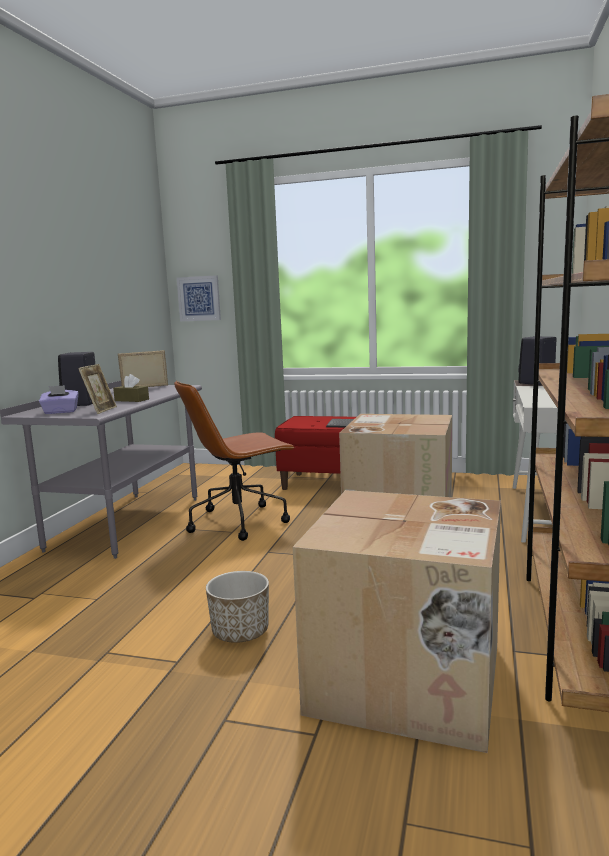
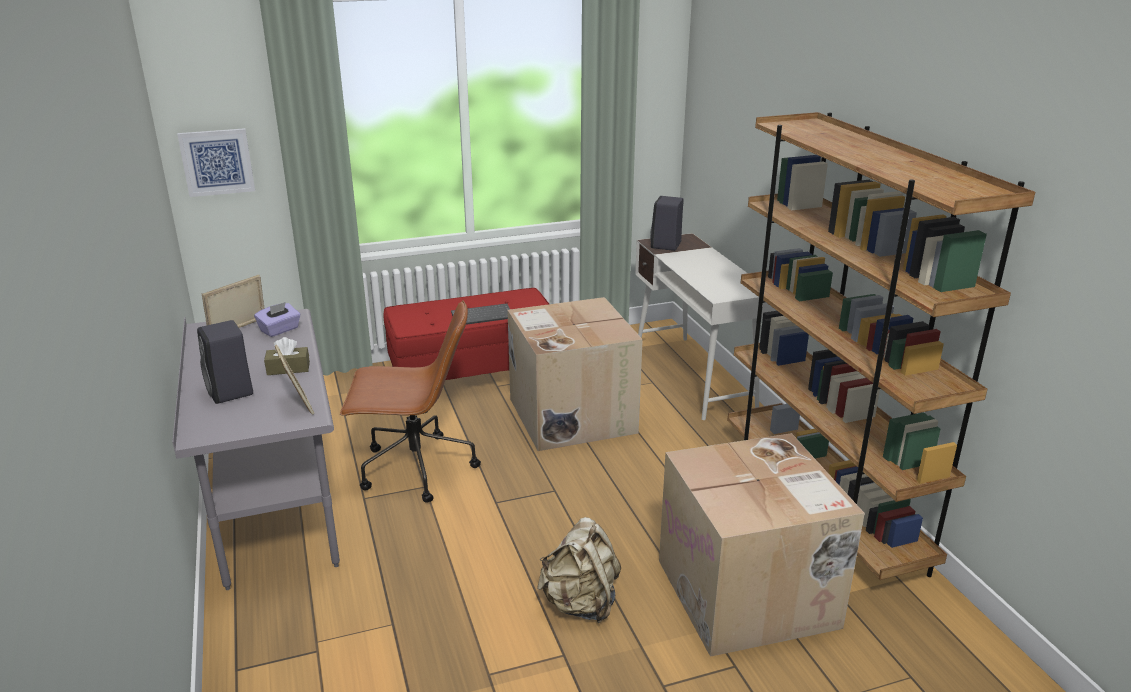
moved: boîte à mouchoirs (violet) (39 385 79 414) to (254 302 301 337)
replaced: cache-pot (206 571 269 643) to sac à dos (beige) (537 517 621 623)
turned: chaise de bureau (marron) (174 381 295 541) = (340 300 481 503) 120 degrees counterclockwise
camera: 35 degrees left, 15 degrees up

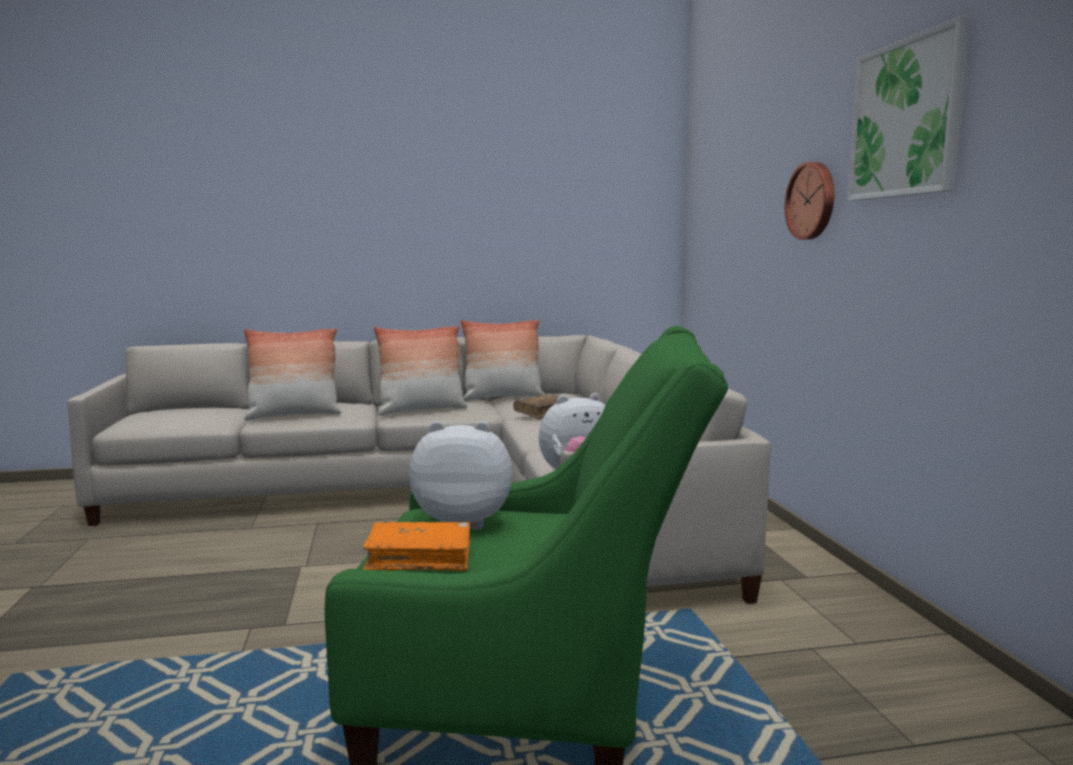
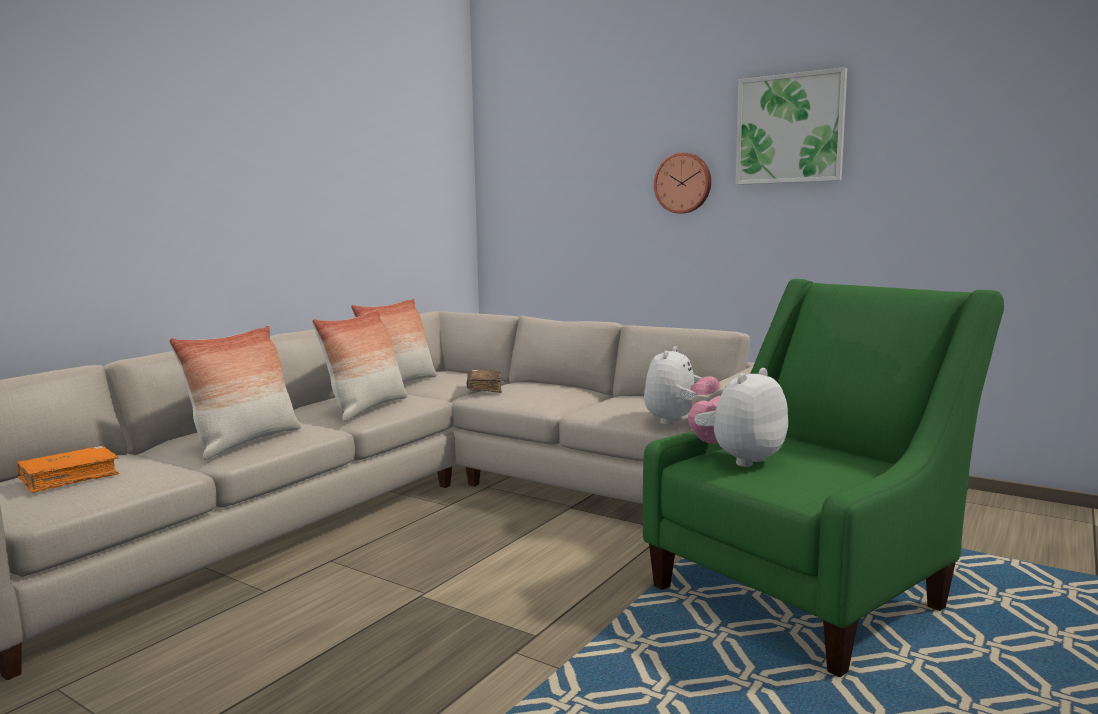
moved: livre (orange) (363 522 471 571) to (17 446 119 493)
camera: 45 degrees left, 0 degrees up

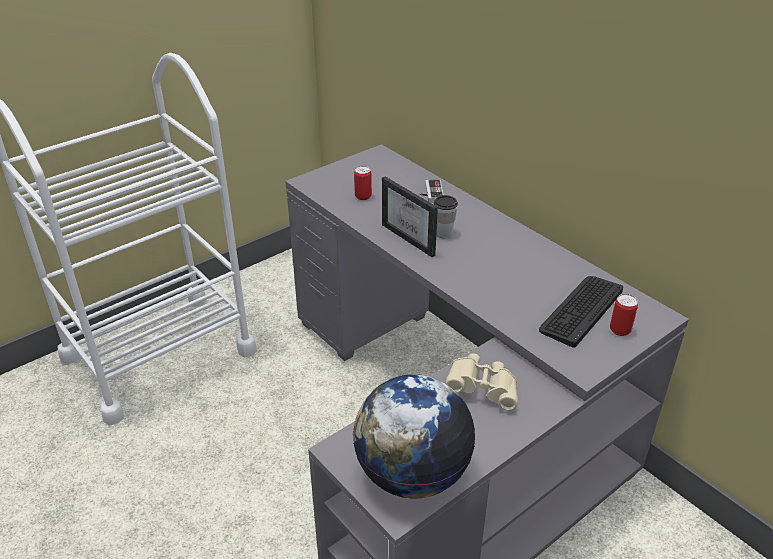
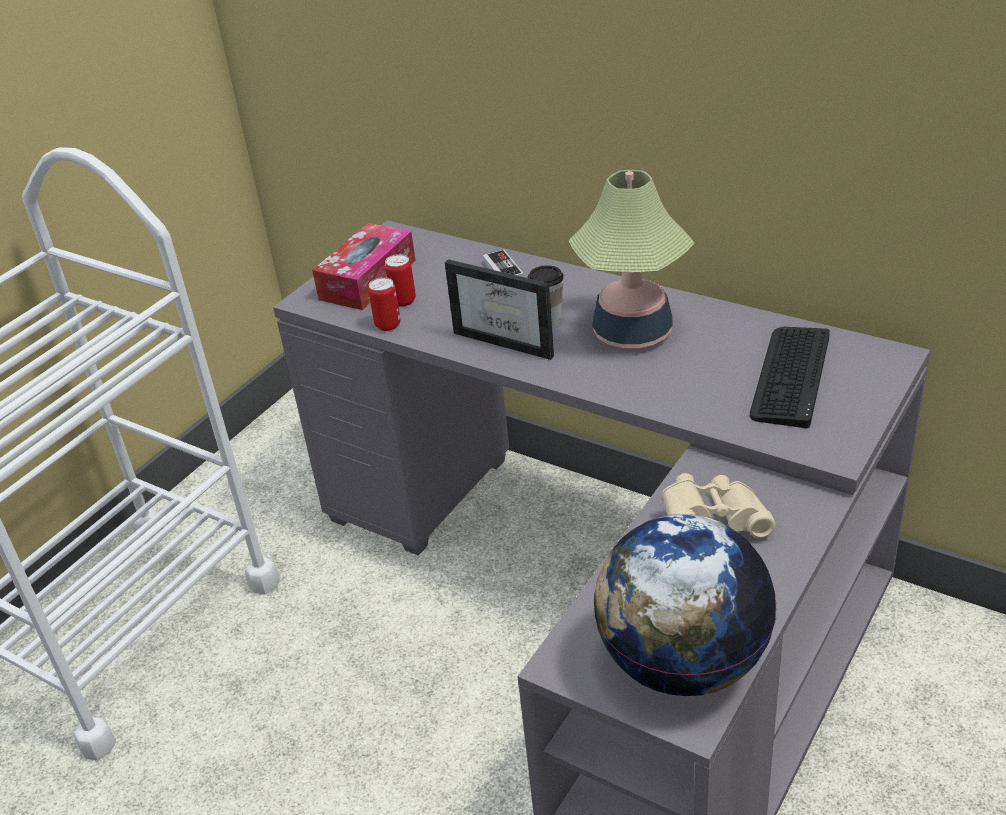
added: boîte à mouchoirs (312 223 416 310); lampe de table (568 170 694 348)
moved: boîte métallique (610 294 638 336) to (368 277 400 331)
camera: 15 degrees left, 0 degrees up

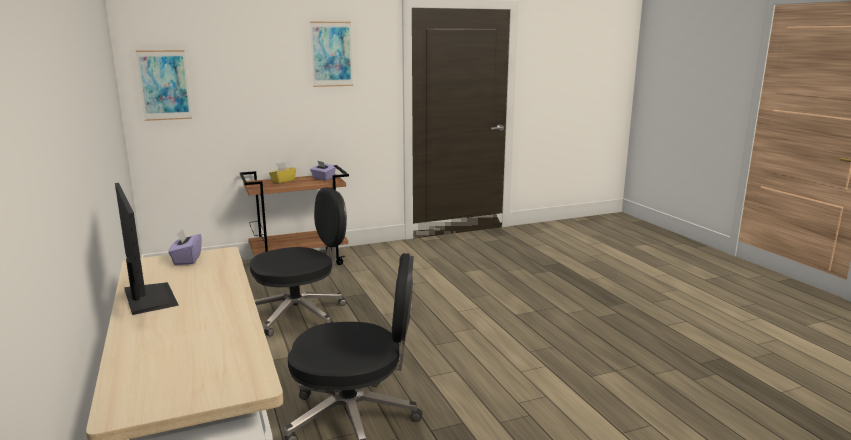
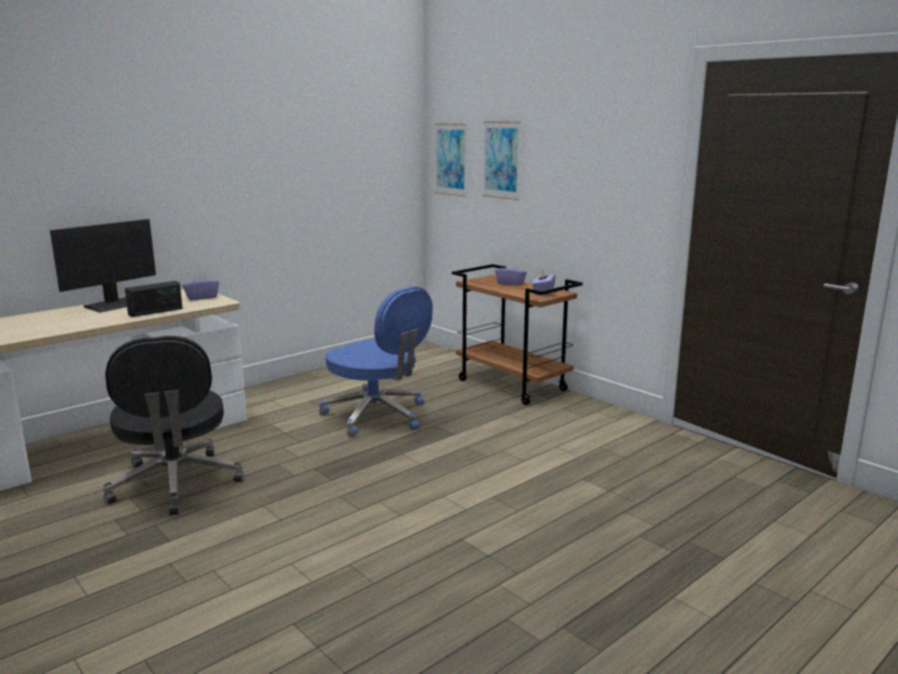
added: radio (125 281 183 317)
moved: tableau (310 22 353 87) to (483 121 521 200)
recoloured: chaise de bureau (noir) (250 187 347 337) to chaise de bureau (bleu) (319 286 433 437); boîte à mouchoirs (jaune) (269 162 296 183) to boîte à mouchoirs (violet) (495 261 527 286)
camera: 70 degrees right, 0 degrees up

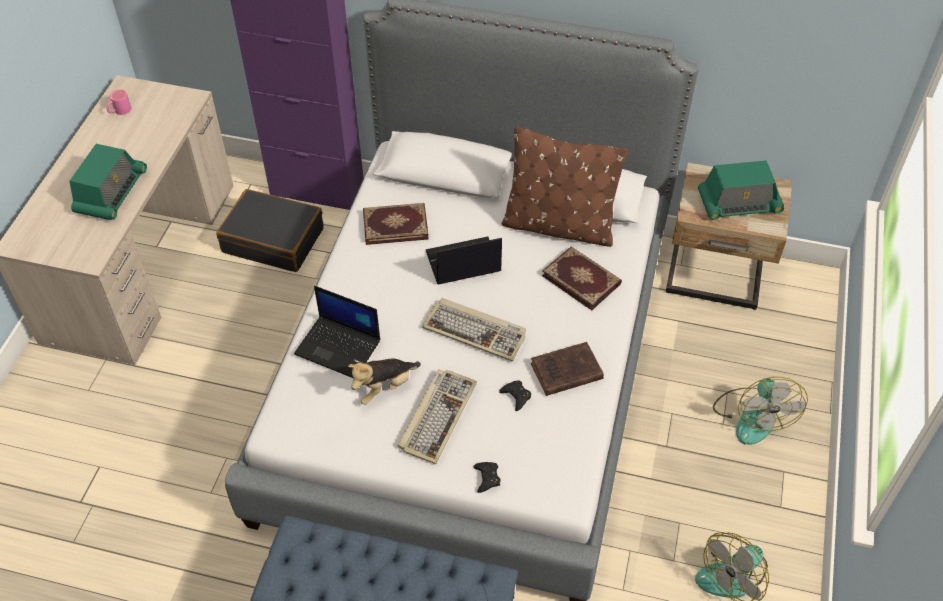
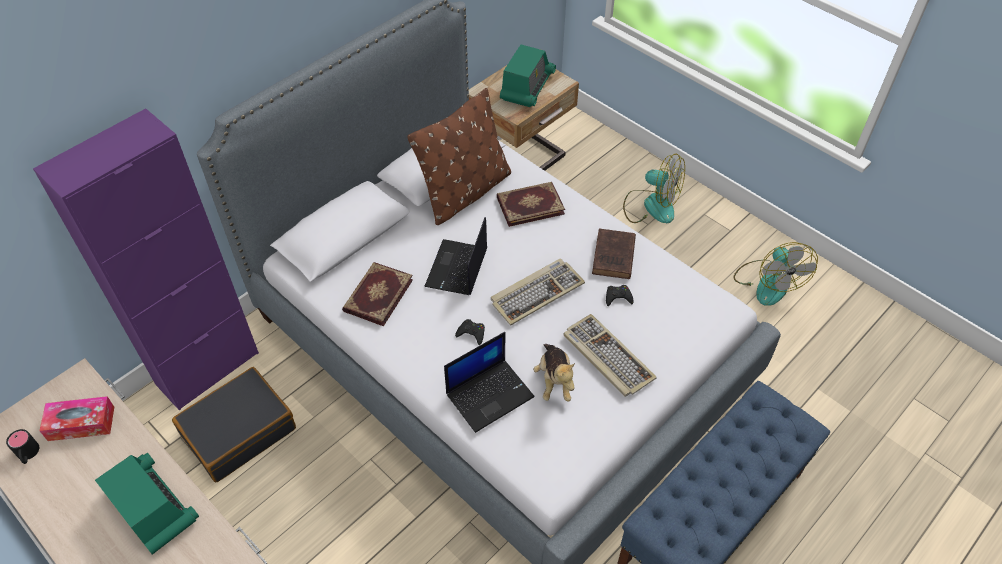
added: boîte à mouchoirs (39 396 114 441)
moved: manette (noir) (474 462 500 493) to (455 319 485 345)
recoloured: mug (rose) (106 90 131 115) to mug (noir) (6 429 39 464)
camera: 60 degrees left, 0 degrees up

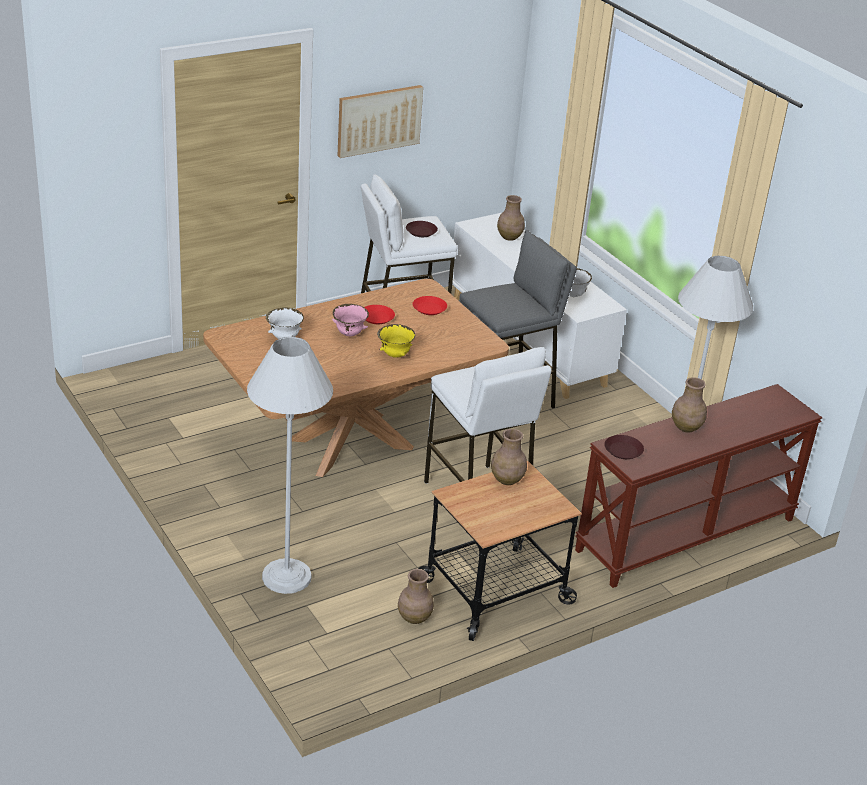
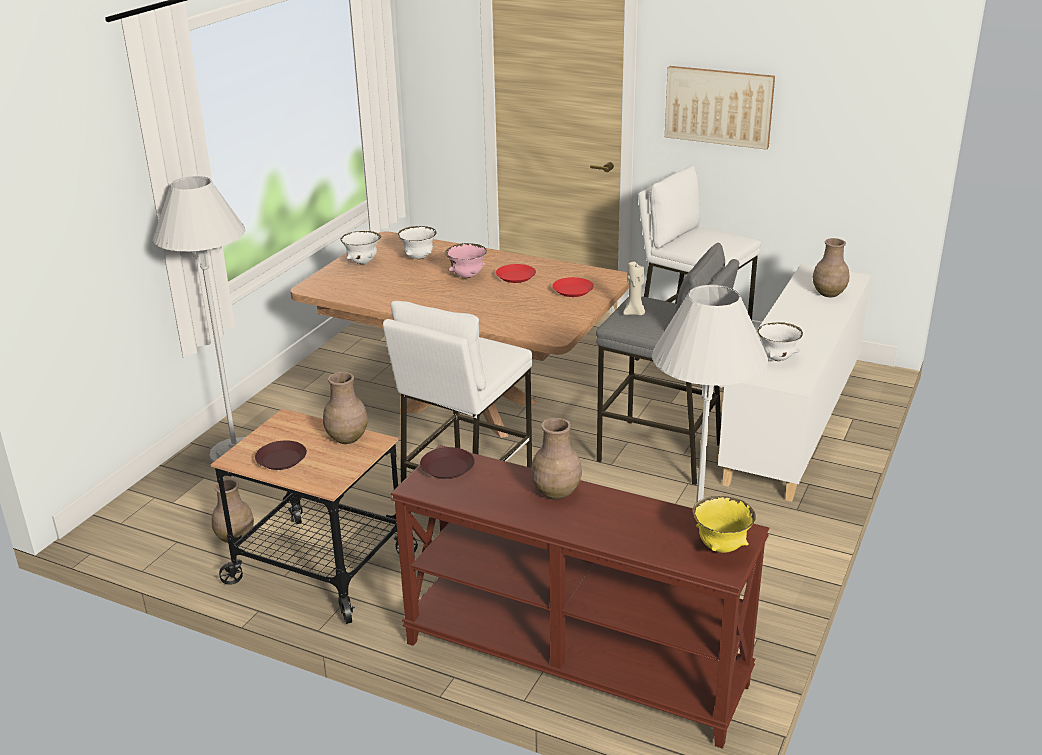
added: bol (blanc) (341 231 381 264); bougie (beige) (623 262 645 315)
moved: assiette (marron) (406 221 438 237) to (255 440 307 470); bol (jaune) (377 324 415 358) to (693 496 756 553)
camera: 60 degrees right, 5 degrees down

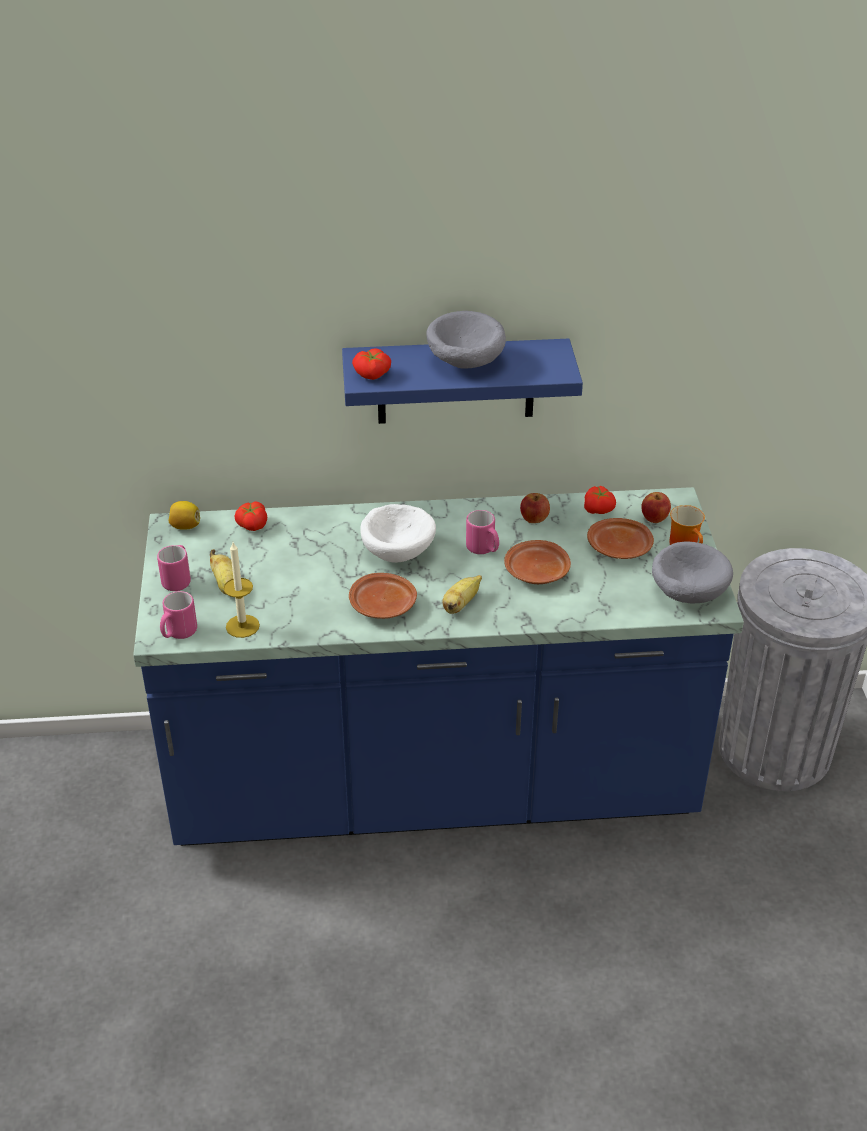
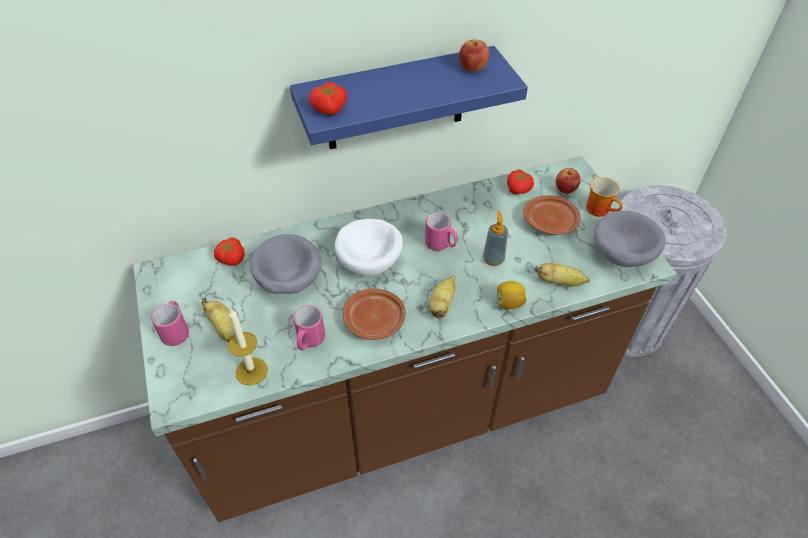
added: banane (535 263 590 287)
moved: bol (gris) (426 311 506 369) to (250 234 321 294); mug (rose) (160 591 197 639) to (293 305 325 351); pomme (520 493 550 523) to (459 39 489 72); citron (168 501 200 530) to (497 281 526 309)
replaced: assiette (marron) (504 540 571 584) to distributeur de savon (483 210 508 266)
recoloured: comptoir de cuisine (bleu) (133 487 744 846) to comptoir de cuisine (marron) (133 156 677 522)
camera: 15 degrees left, 10 degrees up

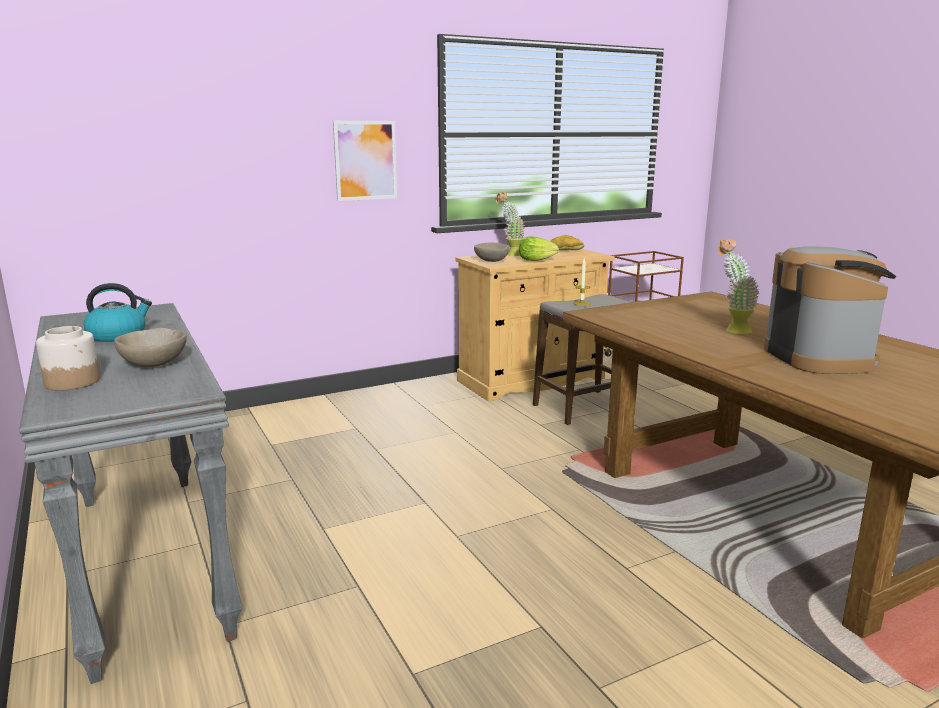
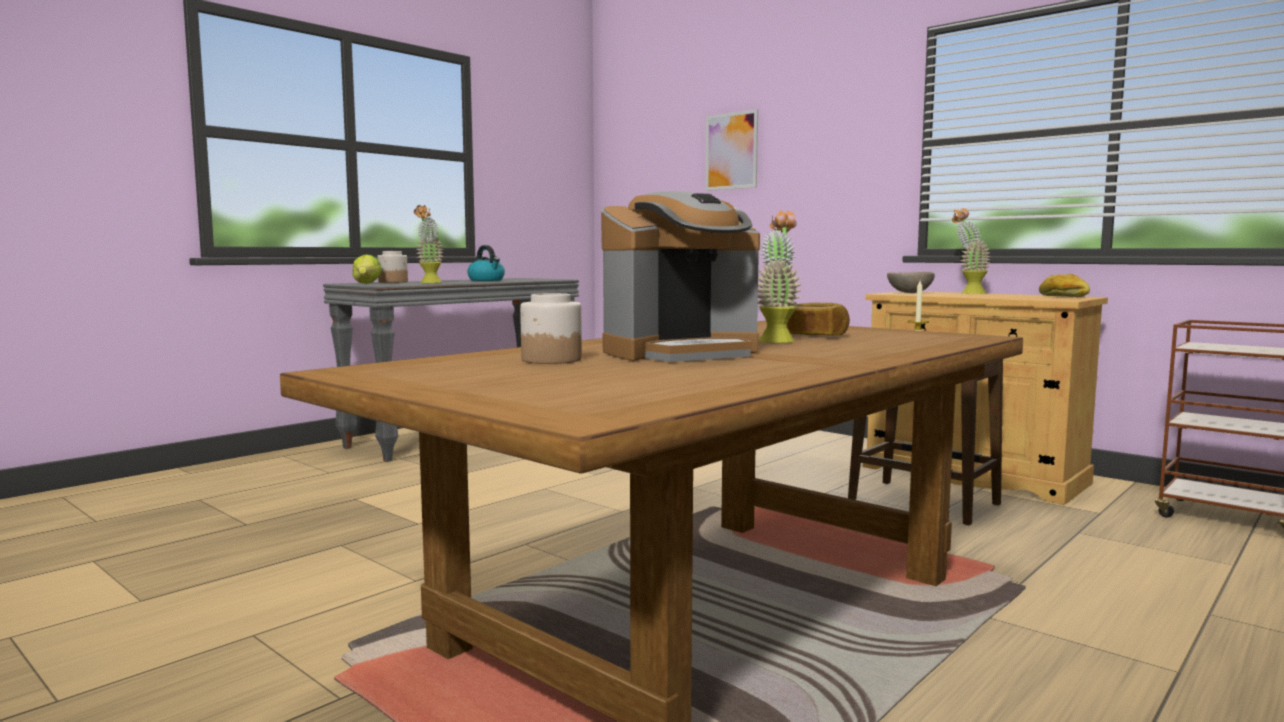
added: bocal (520 293 582 364); pain (787 303 850 336)
moved: laitue (519 237 559 261) to (352 254 382 283); tableau (333 121 397 201) to (705 109 758 191)
replaced: bol (beige) (114 328 187 367) to plante en pot (414 205 444 283)
camera: 70 degrees right, 10 degrees down

